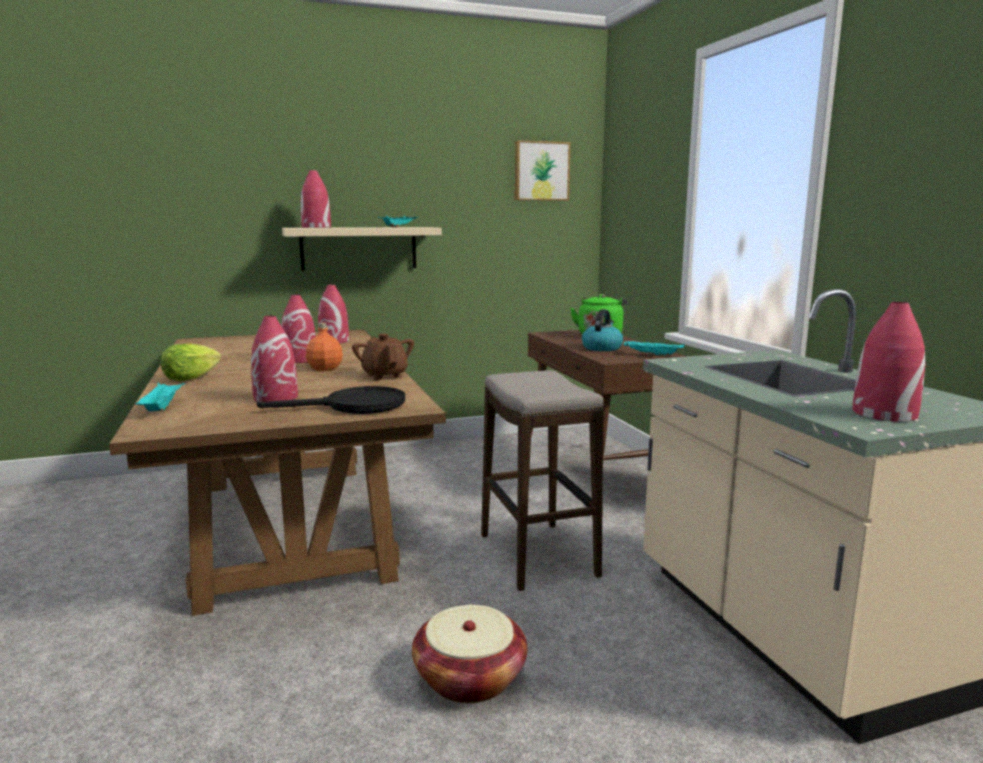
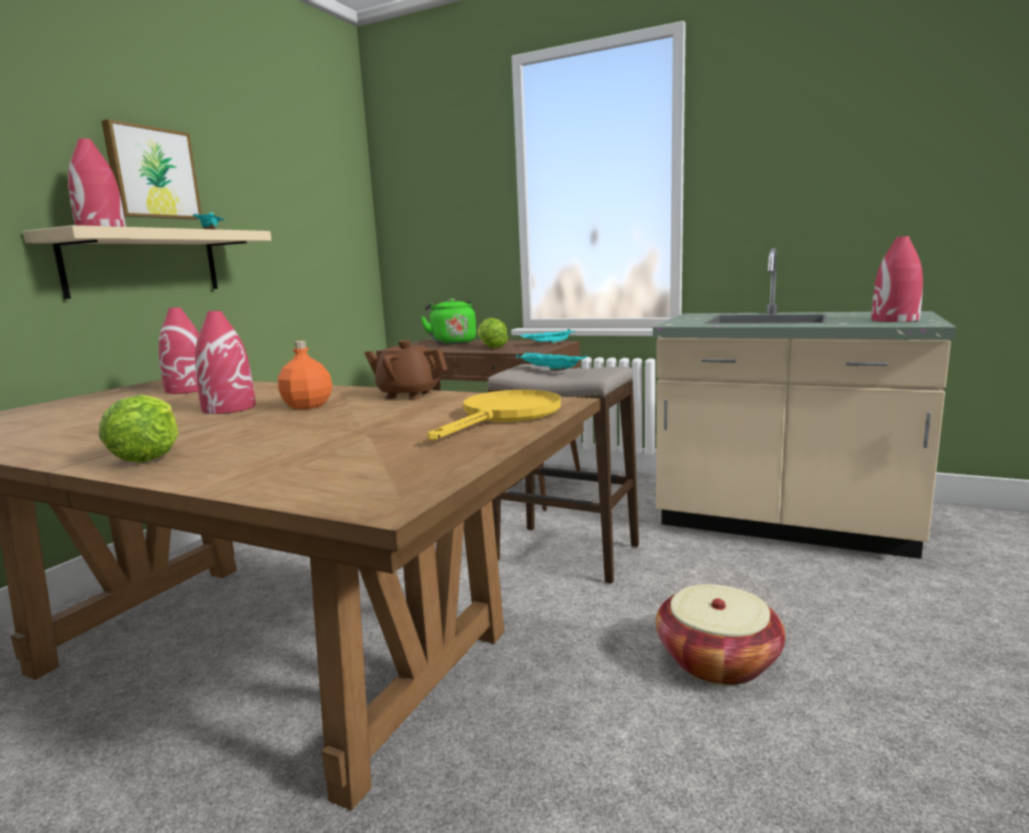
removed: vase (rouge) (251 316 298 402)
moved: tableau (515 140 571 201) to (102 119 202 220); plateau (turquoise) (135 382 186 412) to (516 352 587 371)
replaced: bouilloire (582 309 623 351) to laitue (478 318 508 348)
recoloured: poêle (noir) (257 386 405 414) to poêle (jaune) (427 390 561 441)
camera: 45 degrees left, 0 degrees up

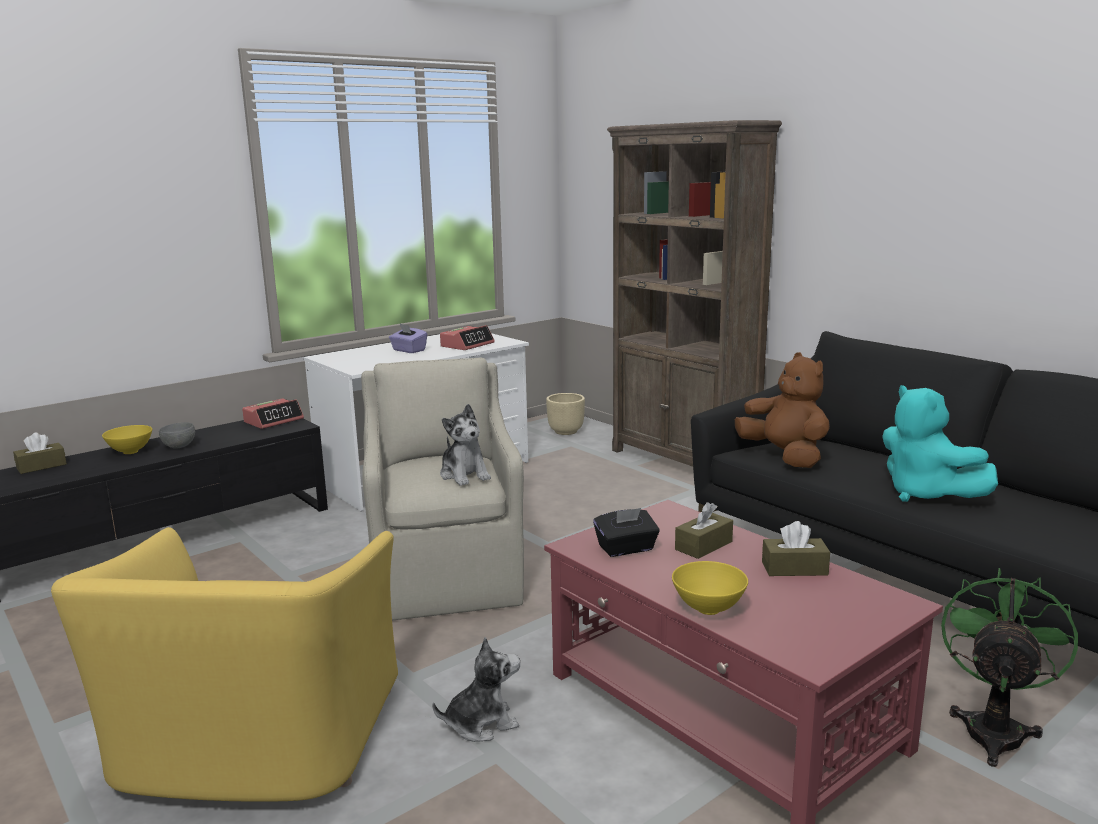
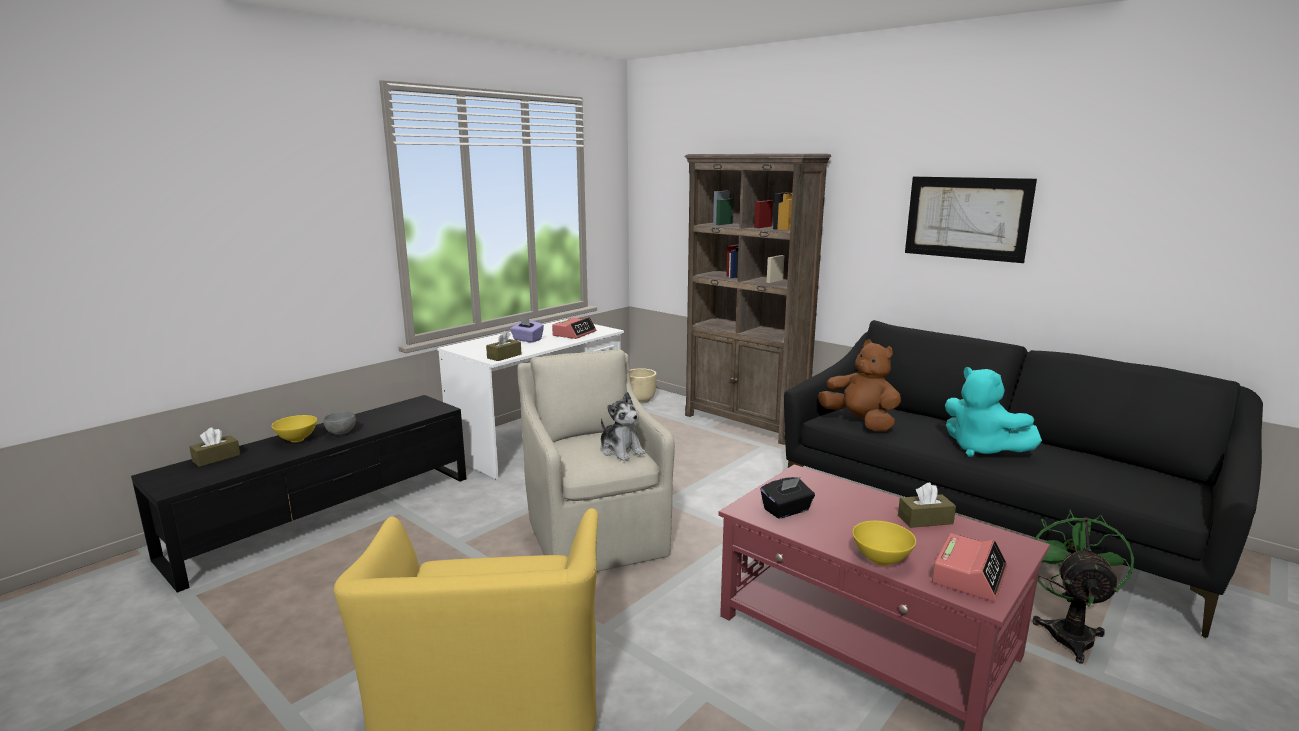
removed: peluche (432 637 520 742)
added: tableau (905 177 1037 263)
moved: boîte à mouchoirs (marron) (675 502 733 559) to (486 331 521 361); réveil (242 398 304 429) to (932 533 1007 601)
camera: 10 degrees left, 0 degrees up

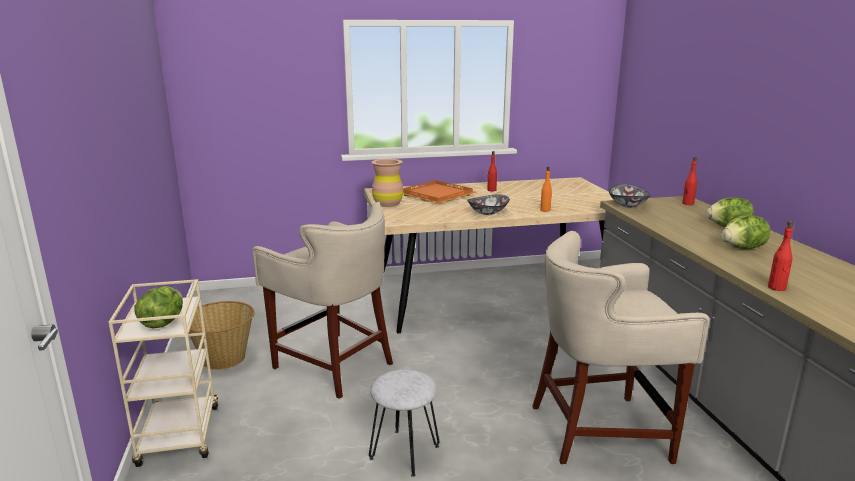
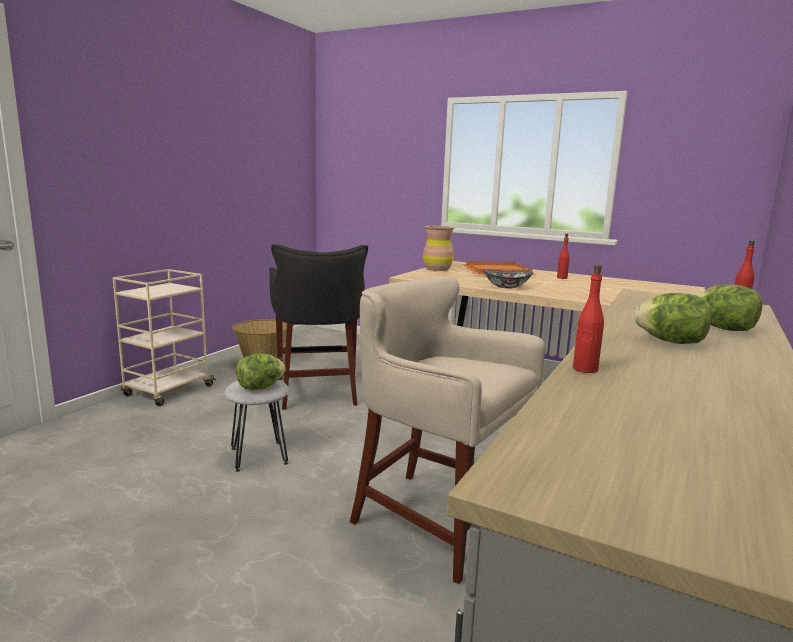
removed: bouteille (orange) (540 167 552 212); bol (609 184 650 207)
moved: laitue (134 286 183 329) to (236 354 286 390)
recoloured: tabouret (beige) (252 202 393 399) to tabouret (noir) (269 244 368 410)
camera: 40 degrees right, 5 degrees down

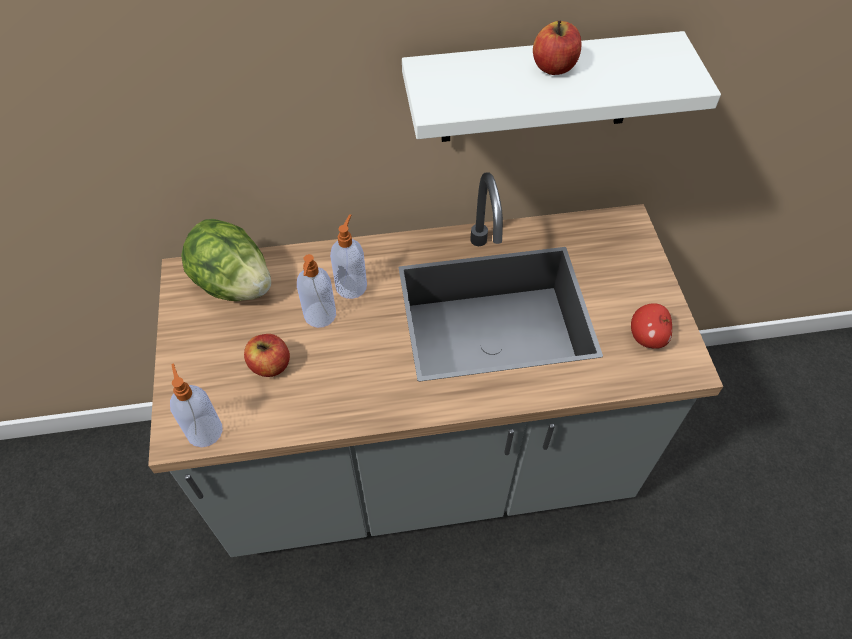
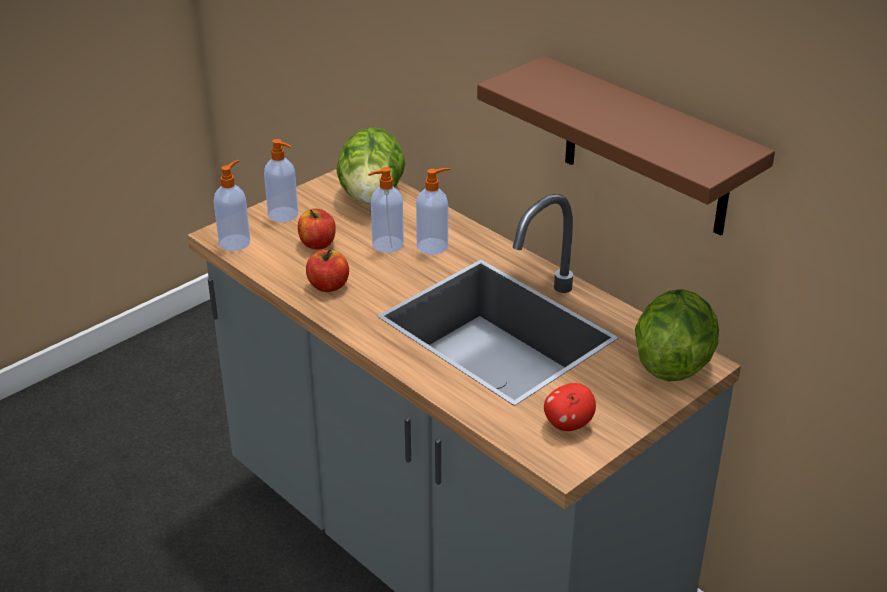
added: distributeur de savon (264 139 298 222); laitue (635 289 719 382)
moved: pomme (533 20 581 75) to (306 249 349 292)
recoloured: étagère (blanc) (402 31 721 142) to étagère (marron) (477 56 775 236)
camera: 55 degrees right, 20 degrees down

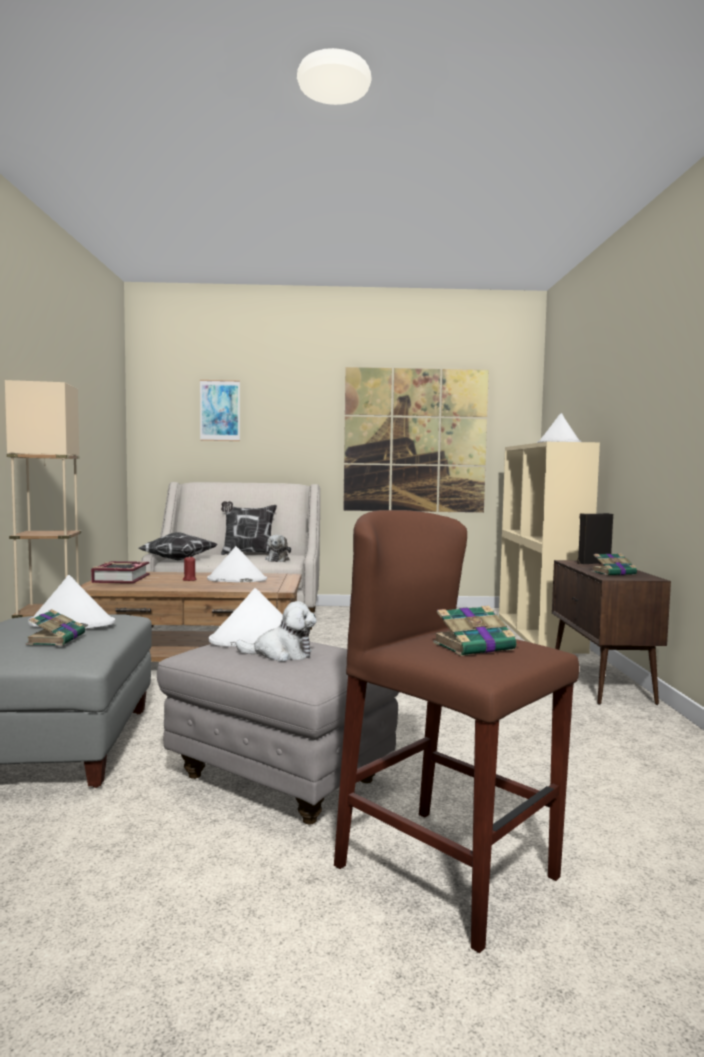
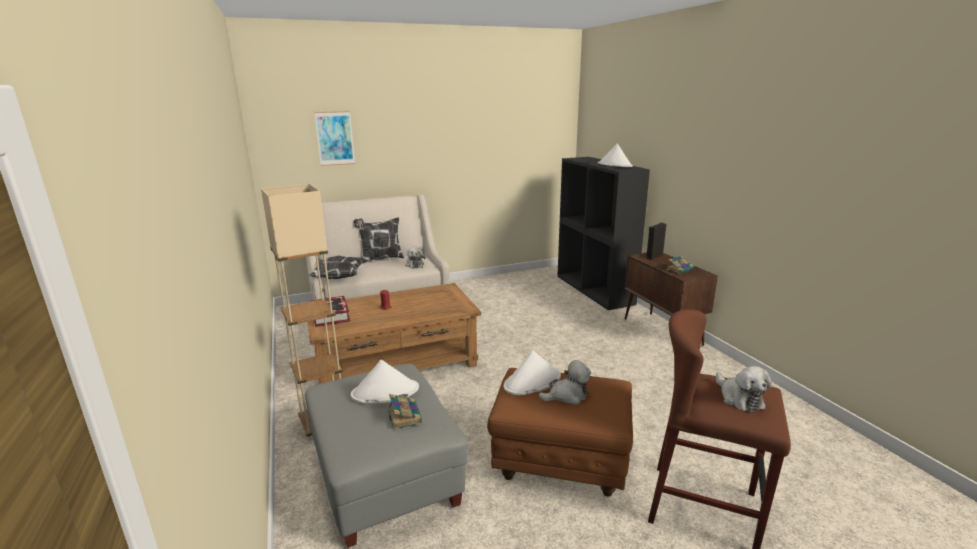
removed: chapeau (blanc) (207 546 267 582); tableau (343 367 489 513)
replaced: livre (433 605 520 656) to peluche (716 366 772 412)
recoloured: pouf (gris) (157 642 399 824) to pouf (marron) (487 368 633 497); bibliothèque (beige) (499 442 600 654) to bibliothèque (noir) (557 157 650 310)
camera: 20 degrees left, 15 degrees up

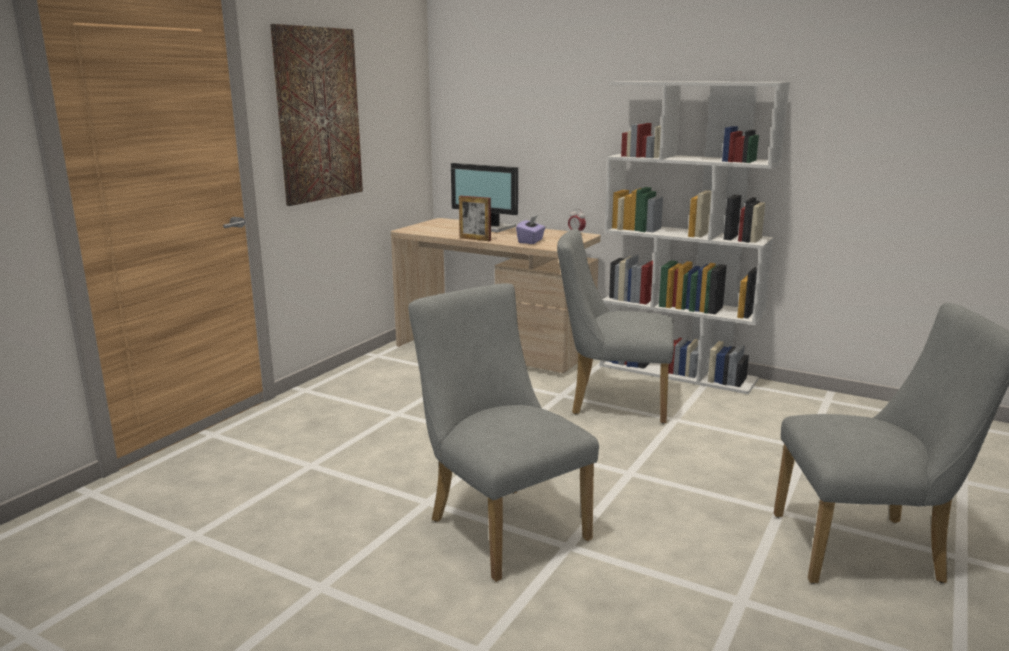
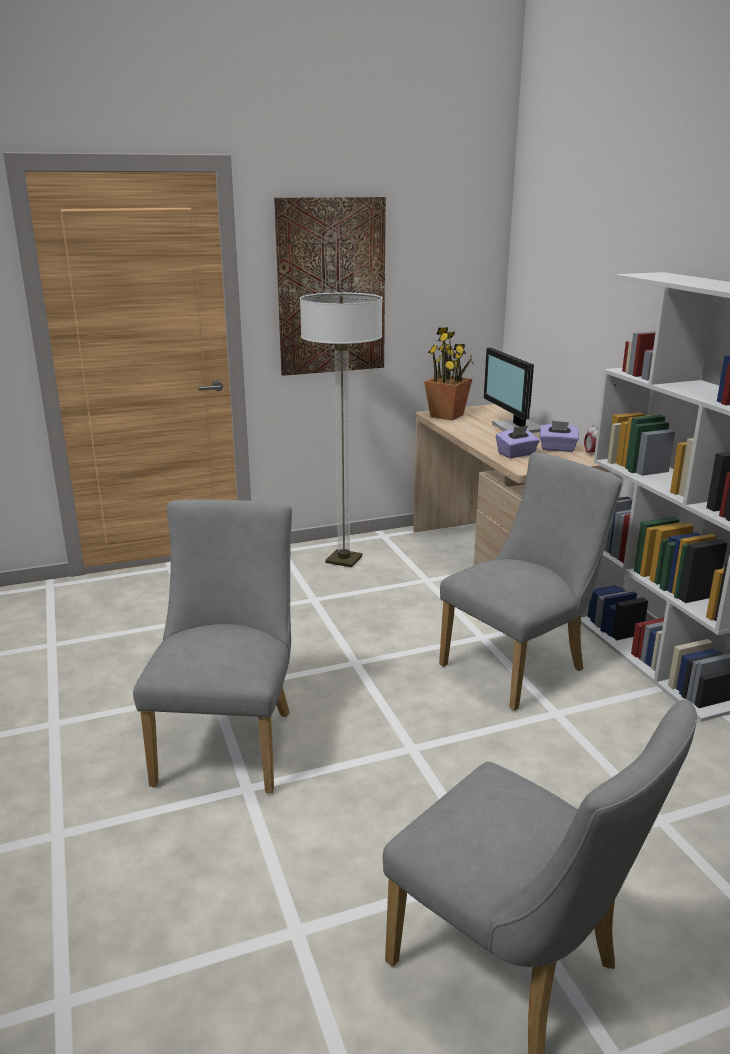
removed: cadre photo (459 196 491 241)
added: lampadaire (300 293 382 568); plante en pot (424 327 473 420); boîte à mouchoirs (violet) (540 421 579 452)
turned: chaise (gris) (557 229 674 424) = (439 453 622 711) 90 degrees clockwise
camera: 40 degrees right, 5 degrees up

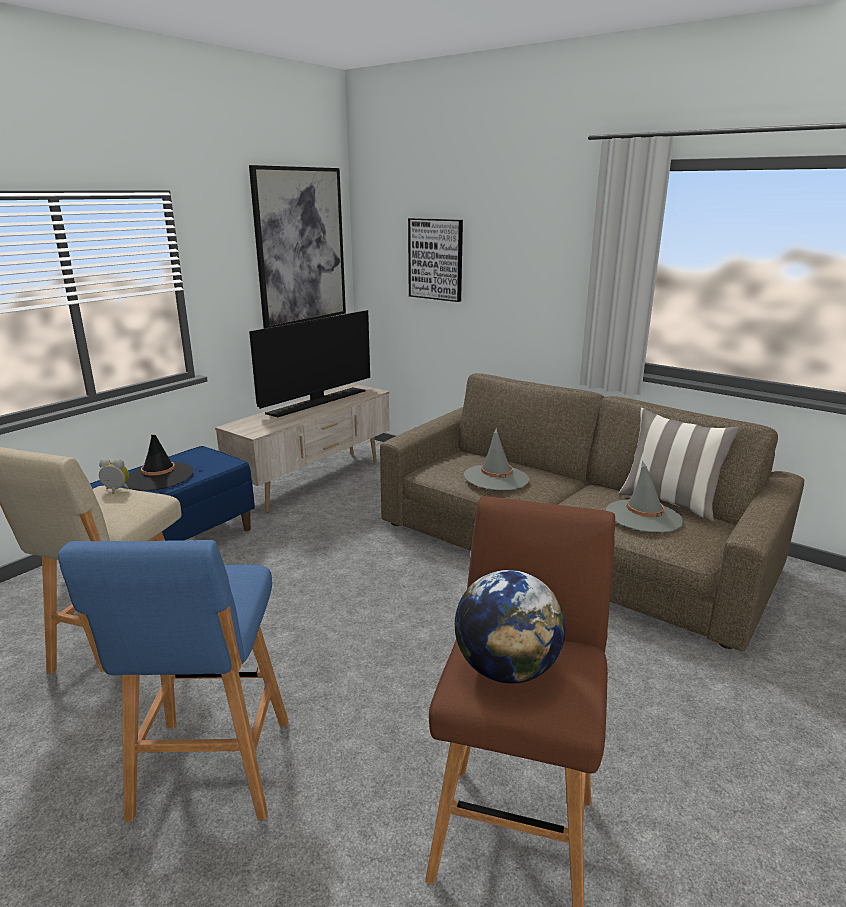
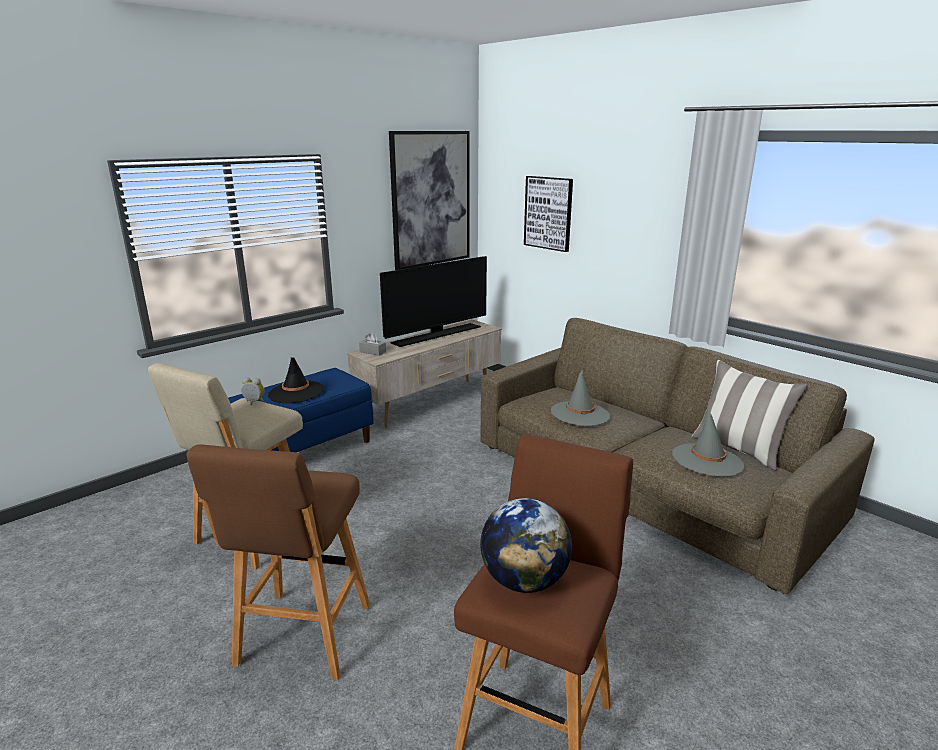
added: boîte à mouchoirs (gris) (359 333 386 356)
recoloured: tabouret (bleu) (58 540 289 822) to tabouret (marron) (187 444 370 680)
camera: 10 degrees right, 0 degrees up

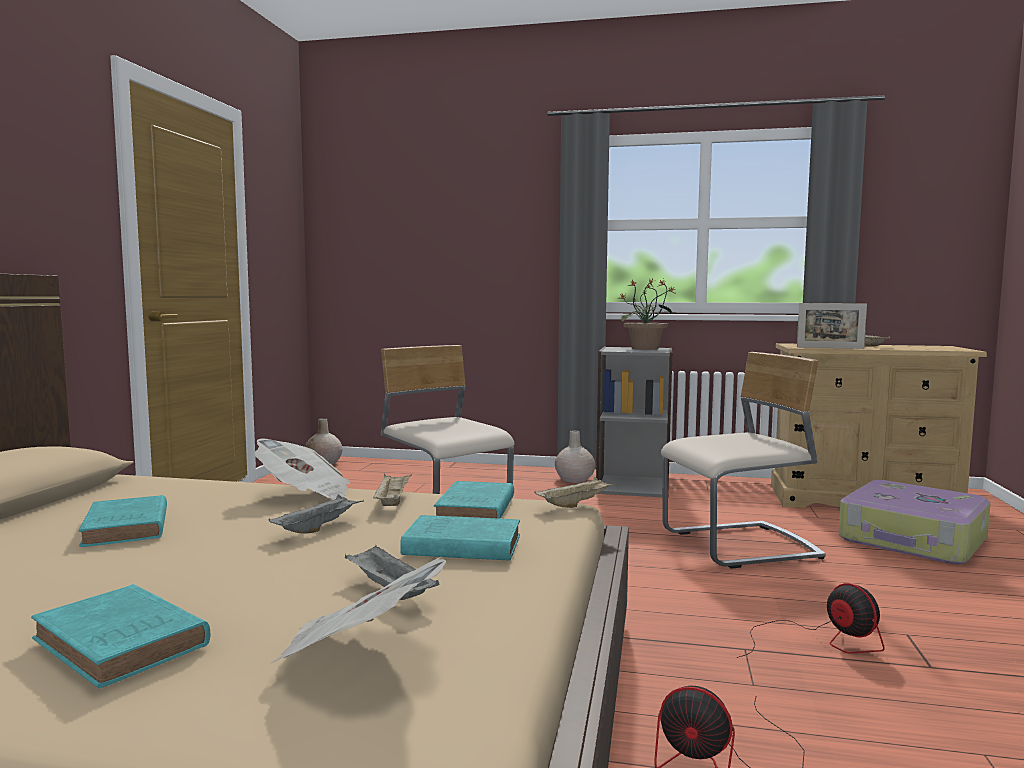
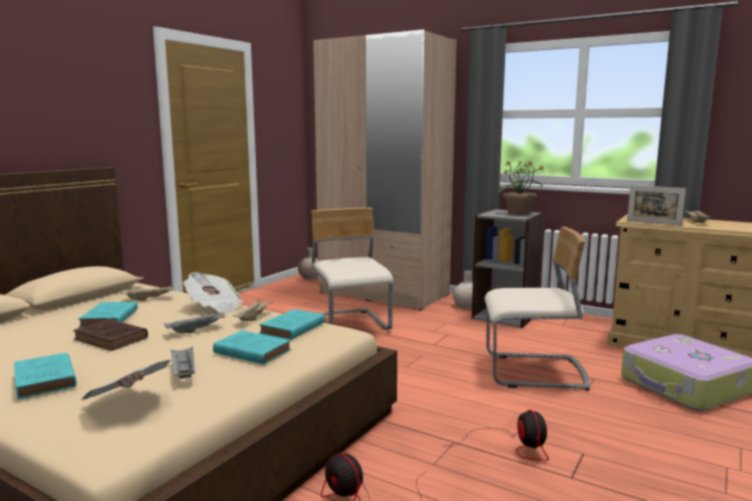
added: livre (marron) (73 319 148 351); armoire (beige) (313 29 457 311)
moved: plateau (beige) (534 477 618 508) to (121 285 173 300)
camera: 20 degrees right, 5 degrees up

